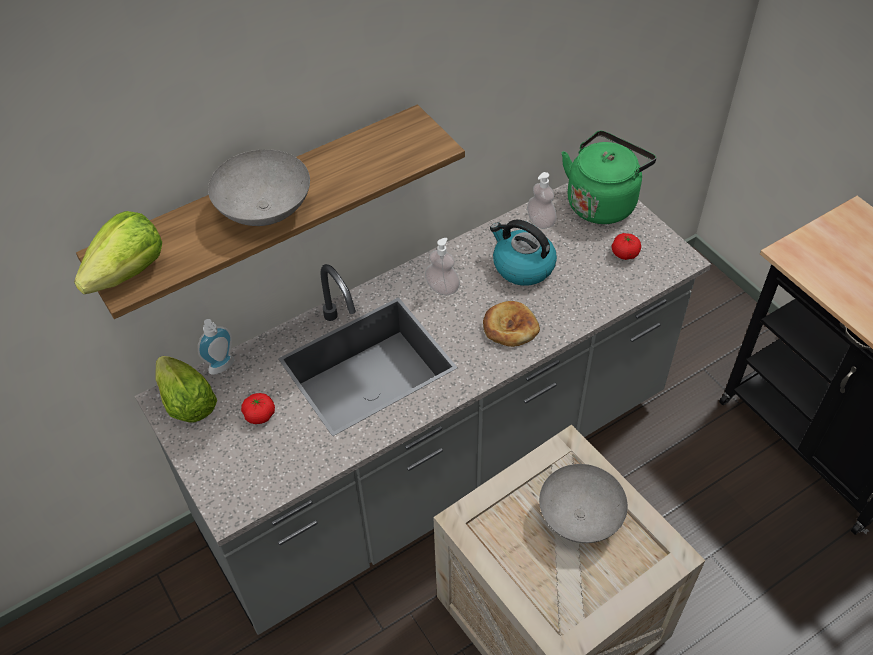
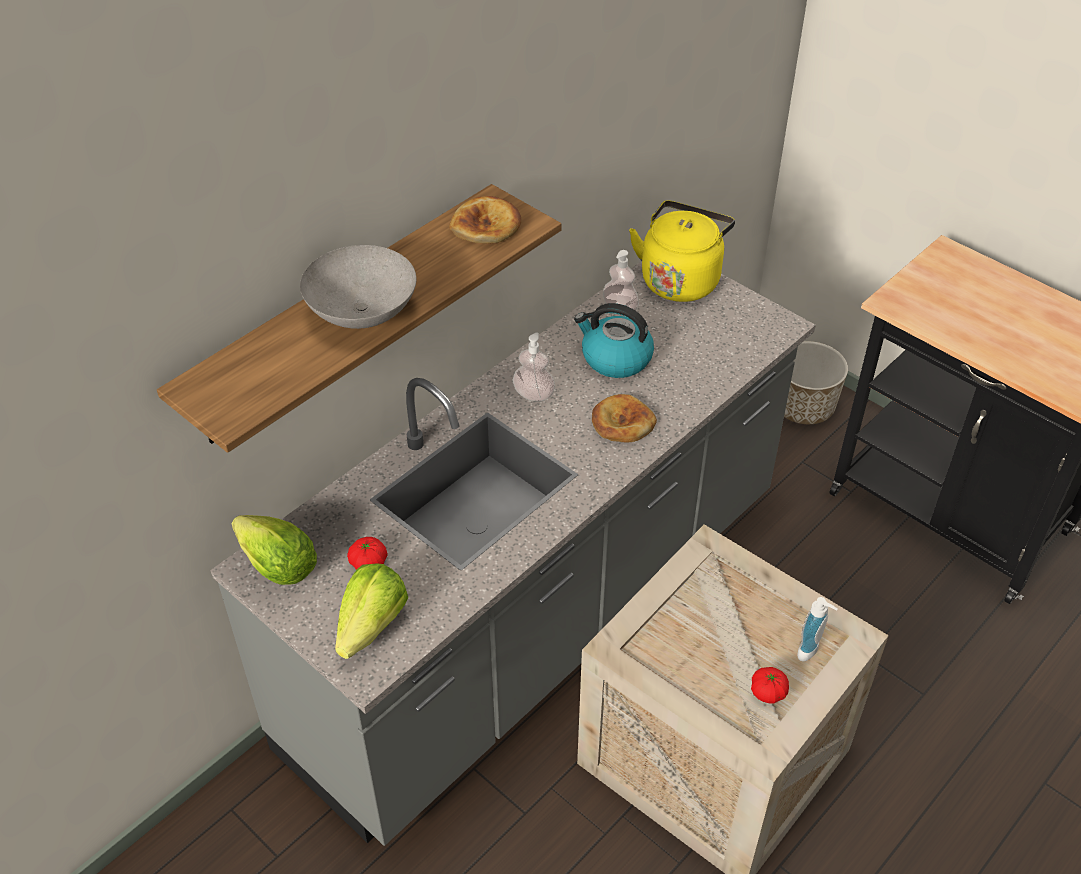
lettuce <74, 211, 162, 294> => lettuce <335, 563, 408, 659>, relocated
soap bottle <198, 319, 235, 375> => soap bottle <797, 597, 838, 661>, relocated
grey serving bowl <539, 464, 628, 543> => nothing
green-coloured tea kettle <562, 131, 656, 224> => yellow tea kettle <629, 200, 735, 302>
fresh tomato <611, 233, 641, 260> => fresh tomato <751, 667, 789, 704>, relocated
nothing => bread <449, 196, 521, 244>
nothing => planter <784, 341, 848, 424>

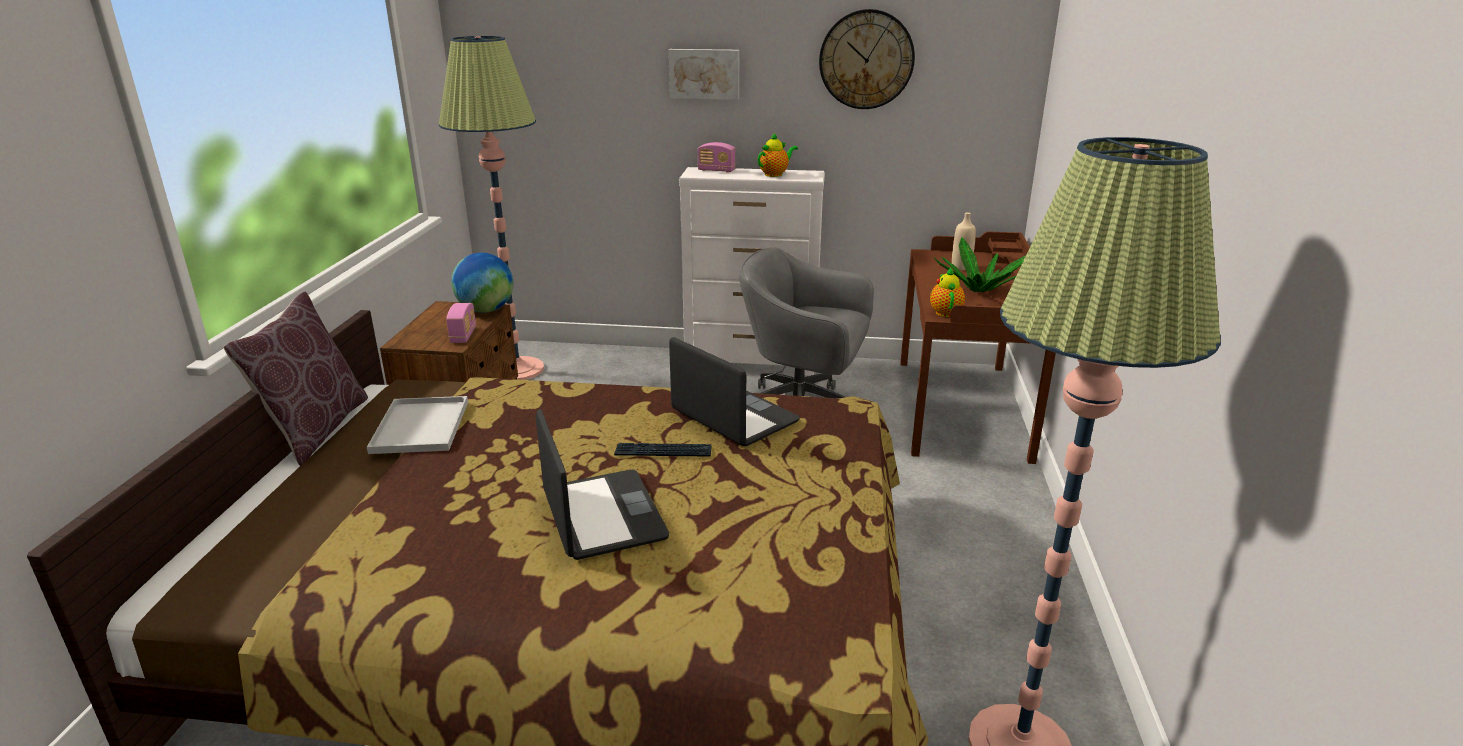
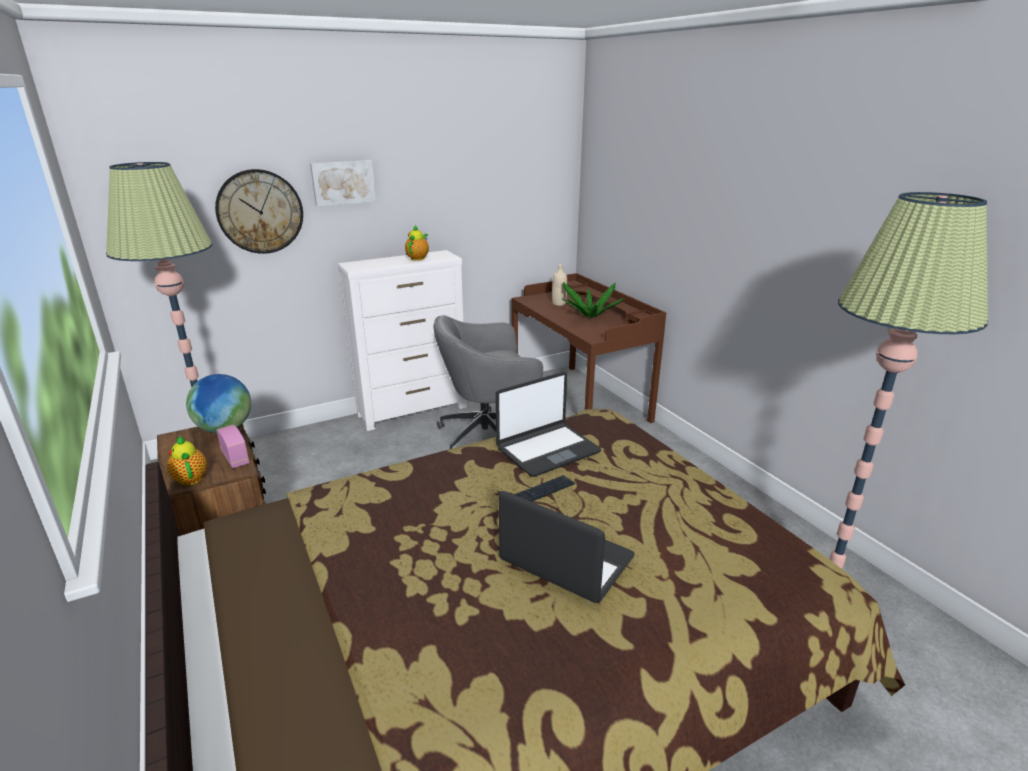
brown-coloured pillow <224, 292, 368, 466> => nothing
white-coloured carrying tray <367, 396, 468, 454> => nothing
portable computer <669, 337, 800, 446> => portable computer <496, 372, 601, 477>, 135 degrees clockwise
radio set <698, 142, 736, 173> => nothing
clock on the wall <819, 9, 915, 109> => clock on the wall <215, 169, 303, 254>, relocated
tea pot <930, 267, 965, 317> => tea pot <167, 435, 207, 486>, relocated

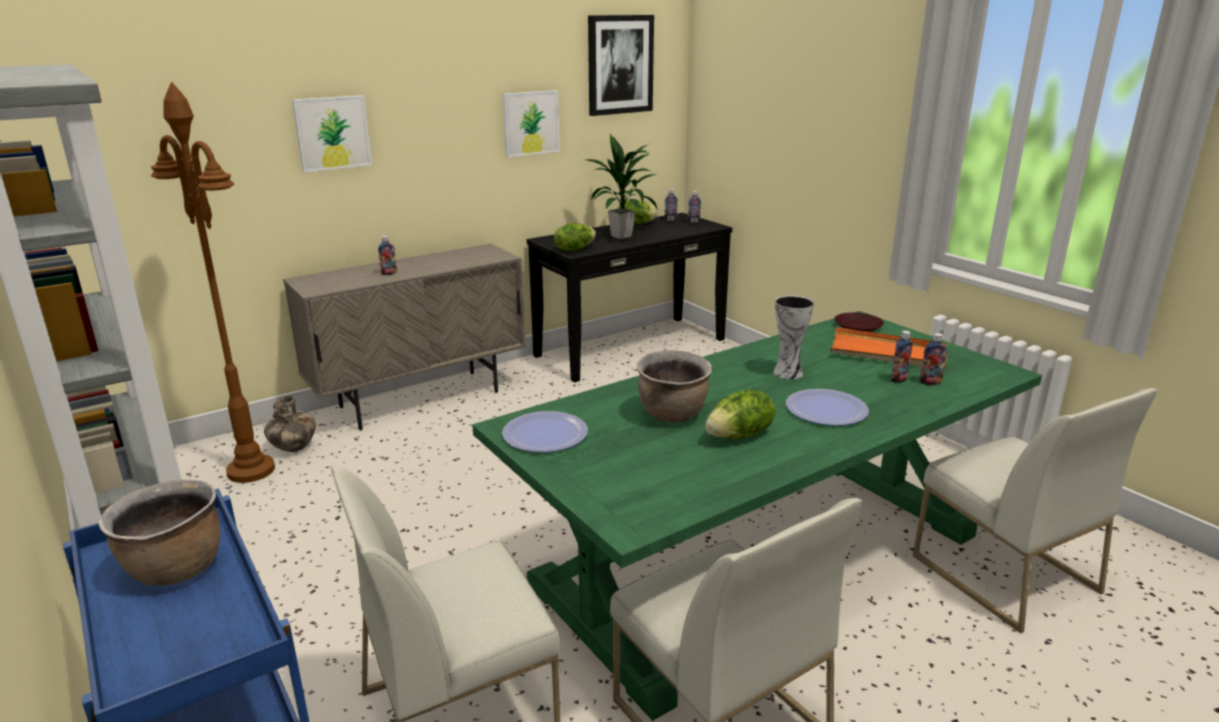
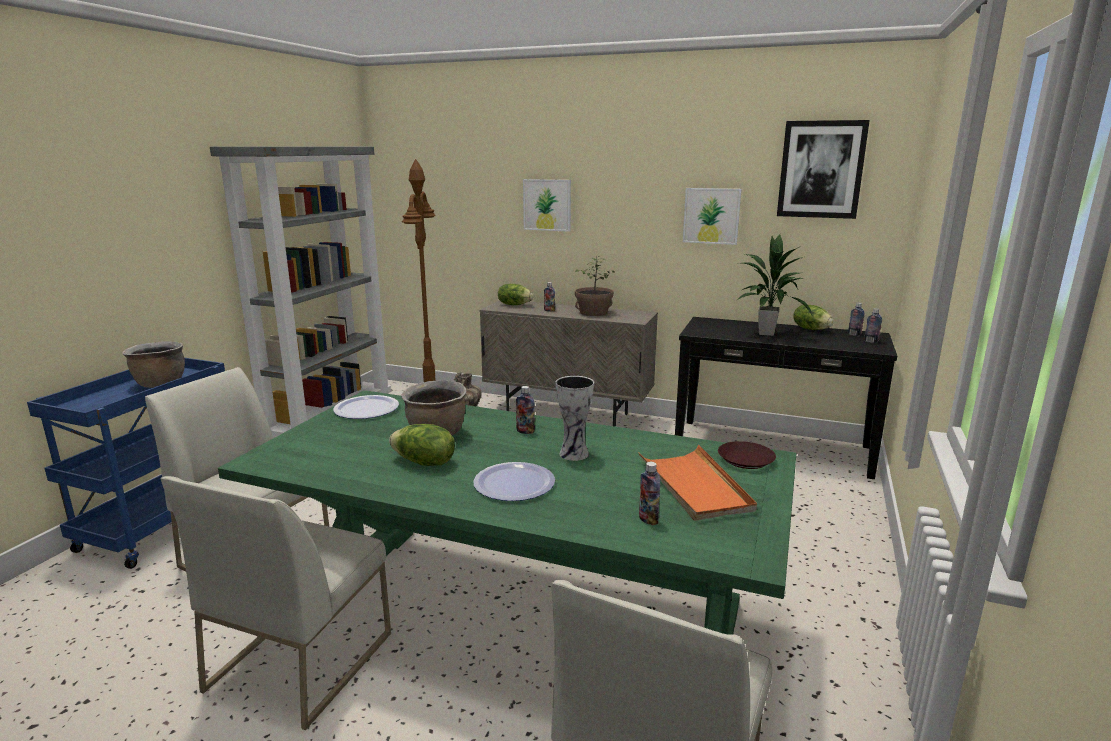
lettuce <554, 223, 596, 251> => lettuce <498, 284, 533, 305>, relocated
drink bottle <891, 331, 913, 383> => drink bottle <516, 386, 535, 434>, relocated
nothing => houseplant <575, 256, 614, 316>

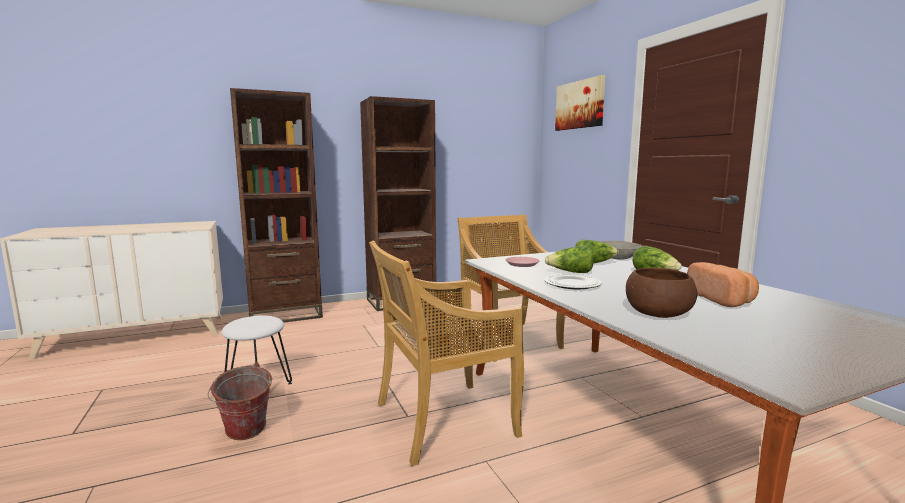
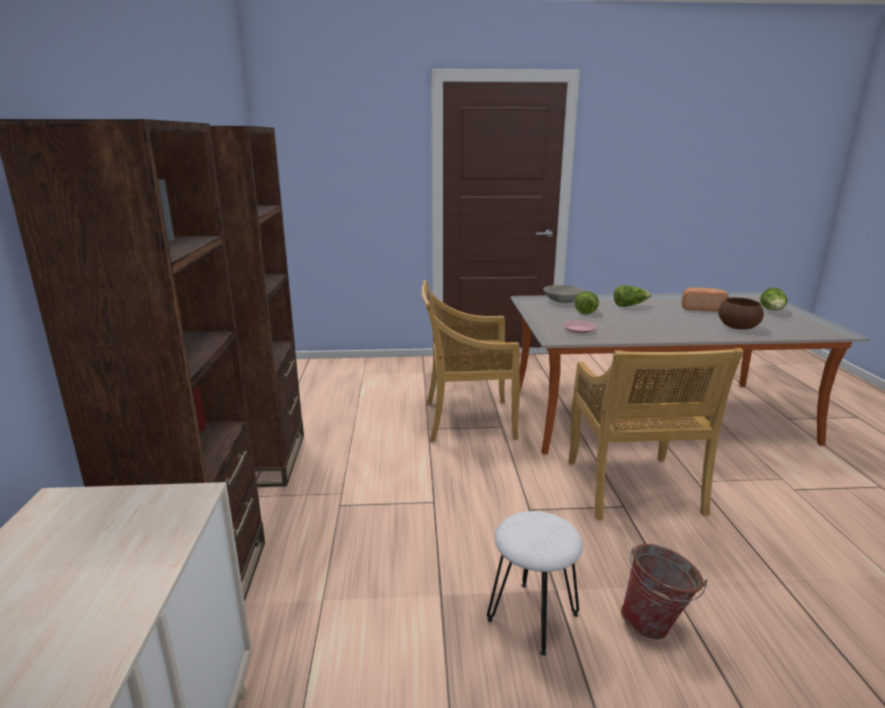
plate <544, 274, 602, 289> => nothing
lettuce <545, 246, 594, 273> => lettuce <760, 287, 787, 311>, relocated
picture <555, 75, 605, 131> => nothing

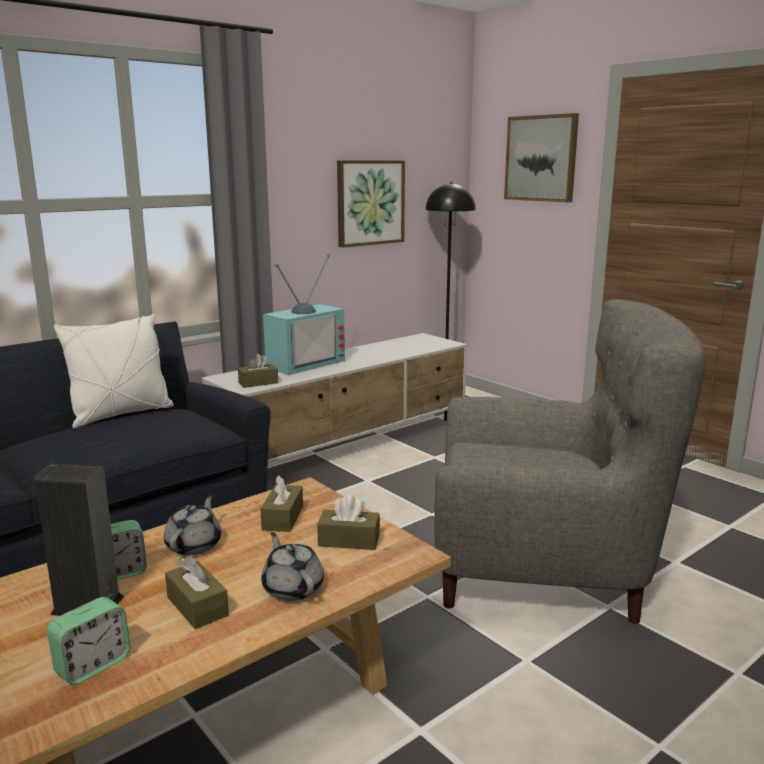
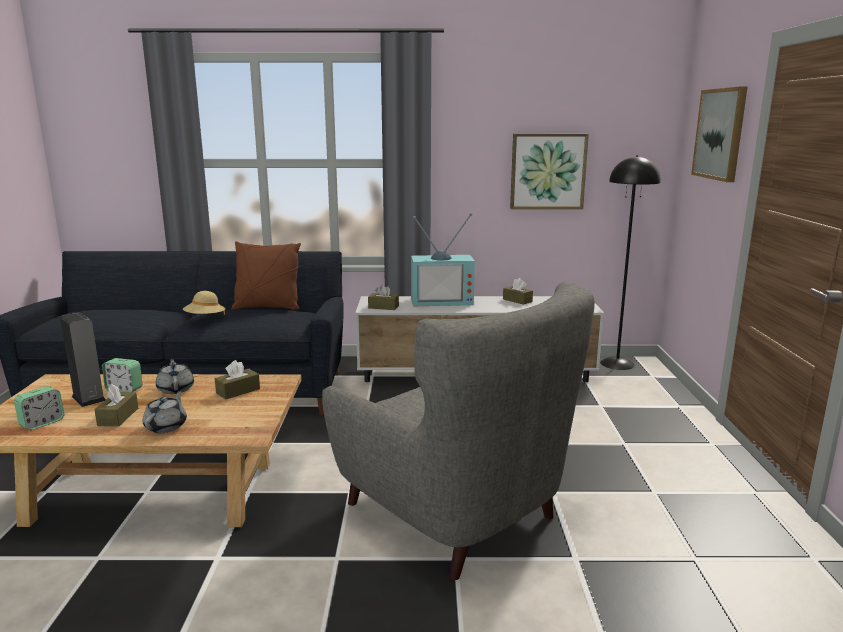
table clock <47, 597, 130, 685> => table clock <14, 386, 64, 430>, 45 degrees counterclockwise
white-coloured pillow <54, 314, 174, 428> => brown-coloured pillow <231, 241, 301, 310>
grey tea pot <164, 494, 221, 555> => grey tea pot <156, 359, 194, 394>, 75 degrees counterclockwise
brown-coloured box of tissues <317, 495, 380, 550> => brown-coloured box of tissues <503, 278, 533, 305>, relocated
nothing => beige wearable hat <183, 291, 225, 315>

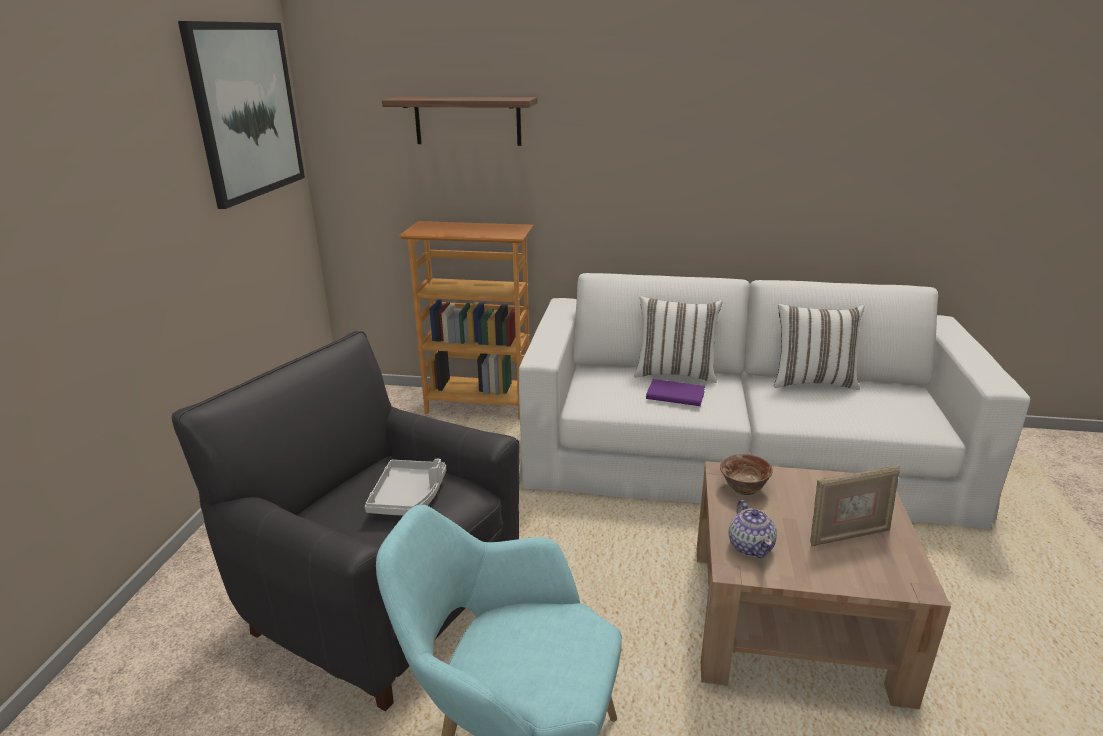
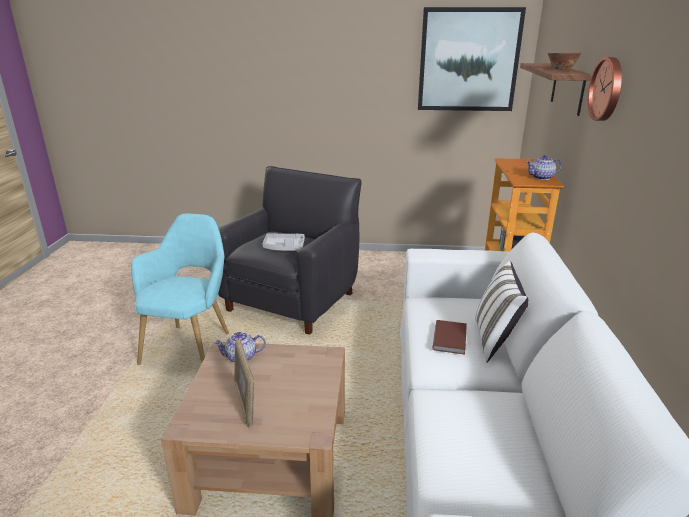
purplish bound book <646, 379, 705, 406> => brown-coloured bound book <432, 320, 467, 355>
serving bowl <720, 454, 773, 495> => serving bowl <548, 52, 581, 69>, relocated
white-coloured pillow <774, 304, 864, 390> => nothing
nothing => tea pot <526, 155, 562, 180>
nothing => clock on the wall <588, 57, 622, 121>

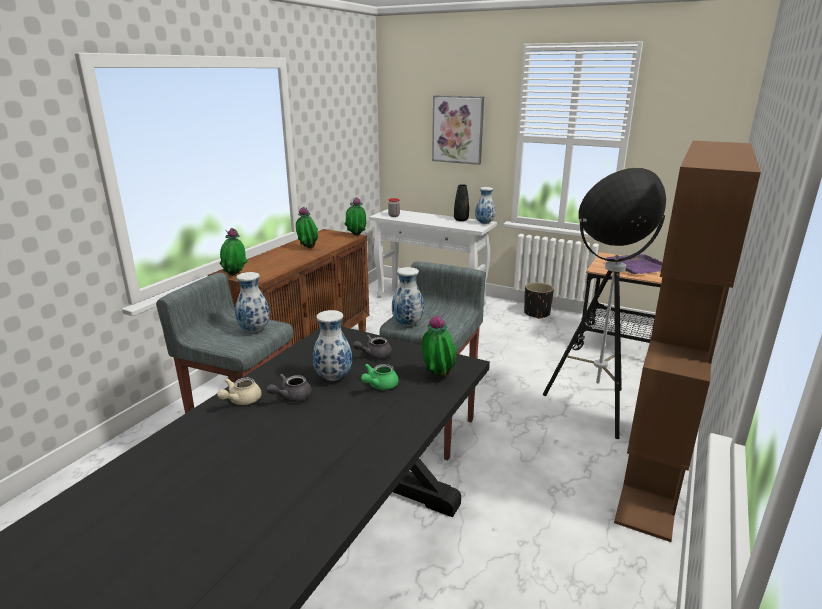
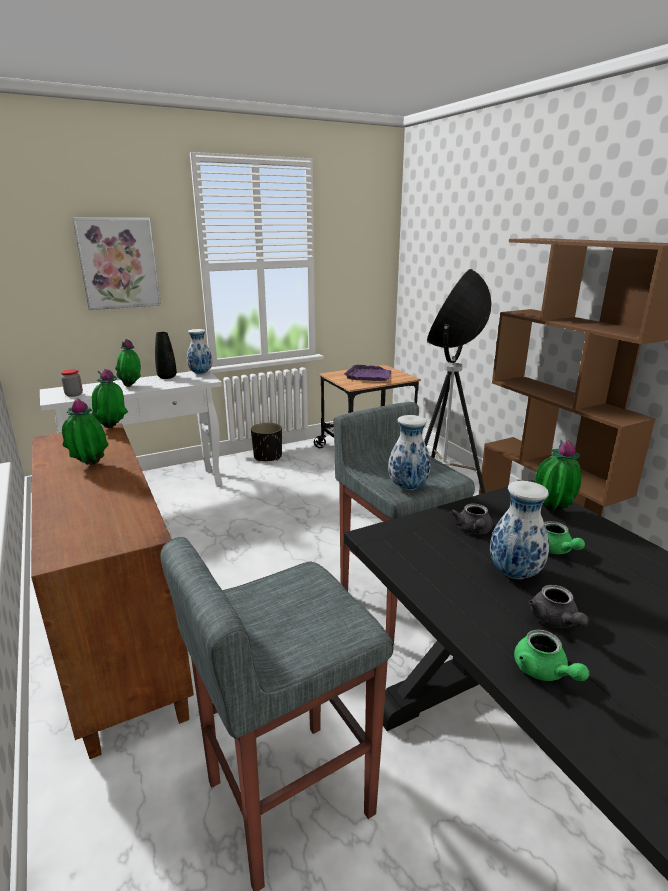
beige tea pot <217, 378, 262, 405> => green-coloured tea pot <514, 630, 590, 681>
houseplant <220, 228, 248, 276> => houseplant <115, 339, 141, 387>, relocated
flower vase <235, 272, 270, 332> => nothing

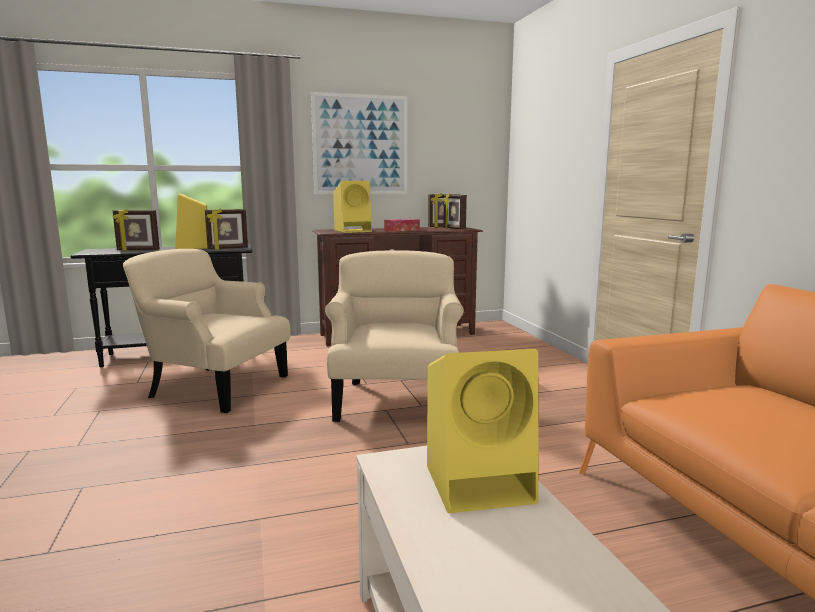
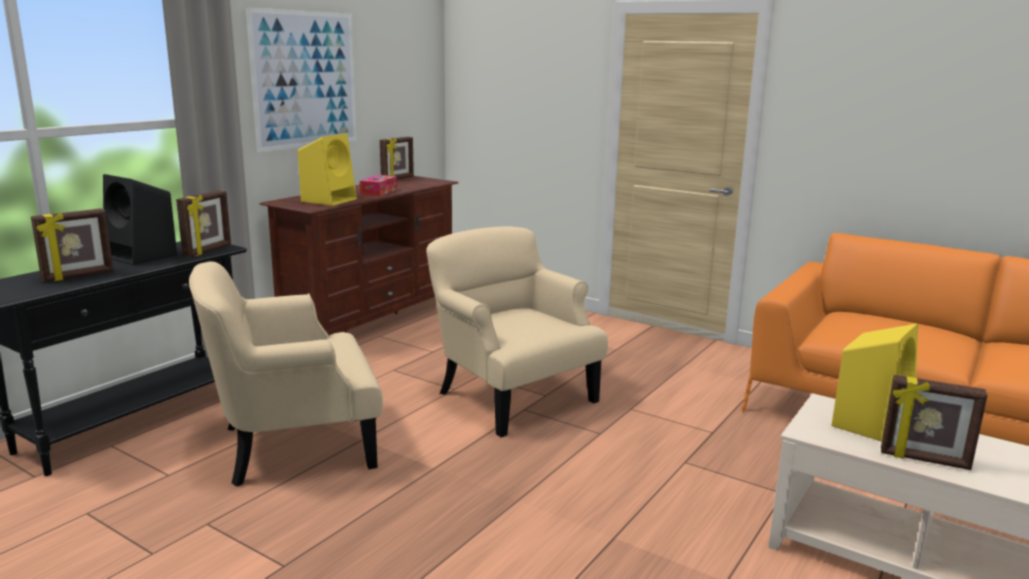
yellow audio speaker <175, 193, 208, 249> => blackish audio speaker <103, 174, 177, 265>
picture frame <443, 194, 467, 229> => picture frame <881, 375, 988, 470>, relocated

